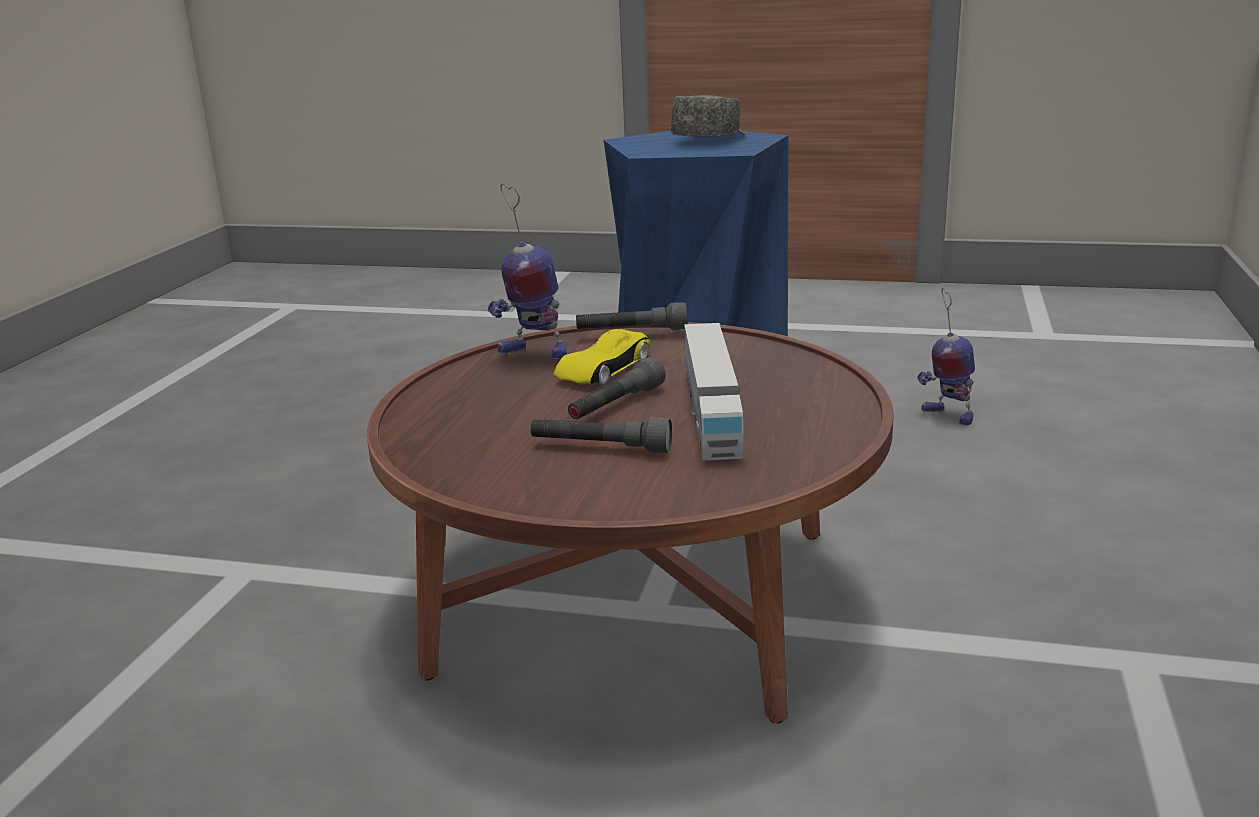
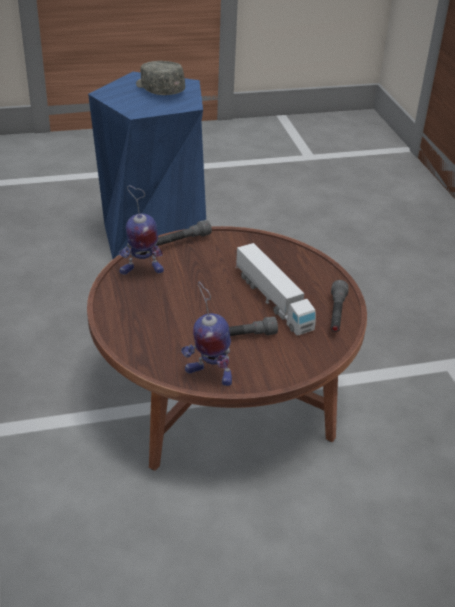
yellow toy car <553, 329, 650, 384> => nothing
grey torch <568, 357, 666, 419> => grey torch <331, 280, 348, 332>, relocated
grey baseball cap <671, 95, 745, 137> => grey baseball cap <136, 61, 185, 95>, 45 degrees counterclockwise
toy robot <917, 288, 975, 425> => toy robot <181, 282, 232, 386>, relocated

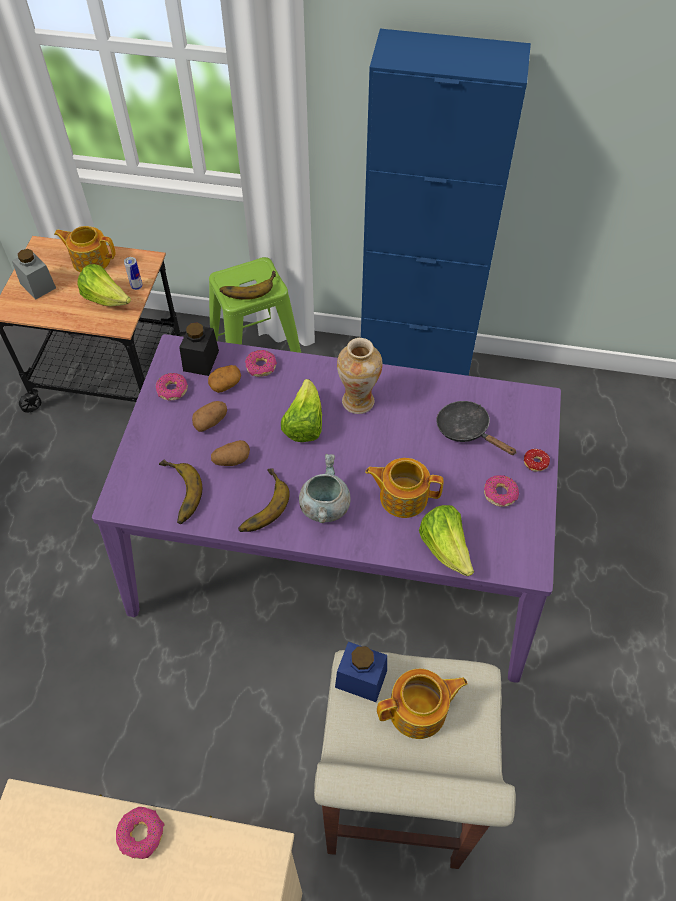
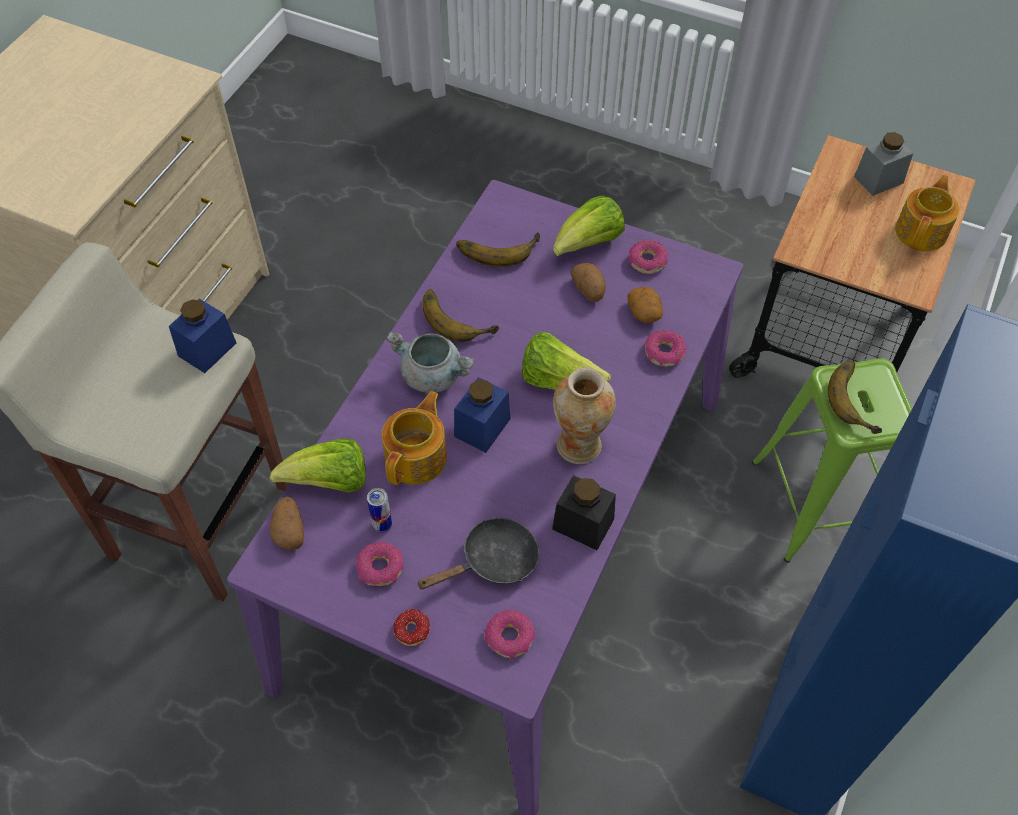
lettuce <77, 264, 131, 307> => lettuce <553, 196, 625, 256>, relocated
doughnut <116, 807, 165, 859> => doughnut <484, 610, 536, 659>, relocated
metal can <124, 257, 143, 290> => metal can <367, 488, 392, 533>, relocated
blackish jar <179, 322, 219, 376> => blackish jar <552, 475, 616, 550>, relocated
whole potato <211, 440, 250, 466> => whole potato <270, 497, 304, 550>, relocated
tea pot <377, 669, 468, 739> => nothing
nothing => blue-coloured jar <454, 377, 511, 453>

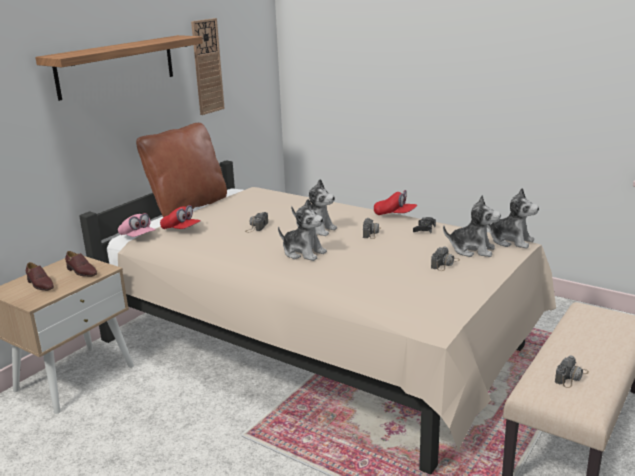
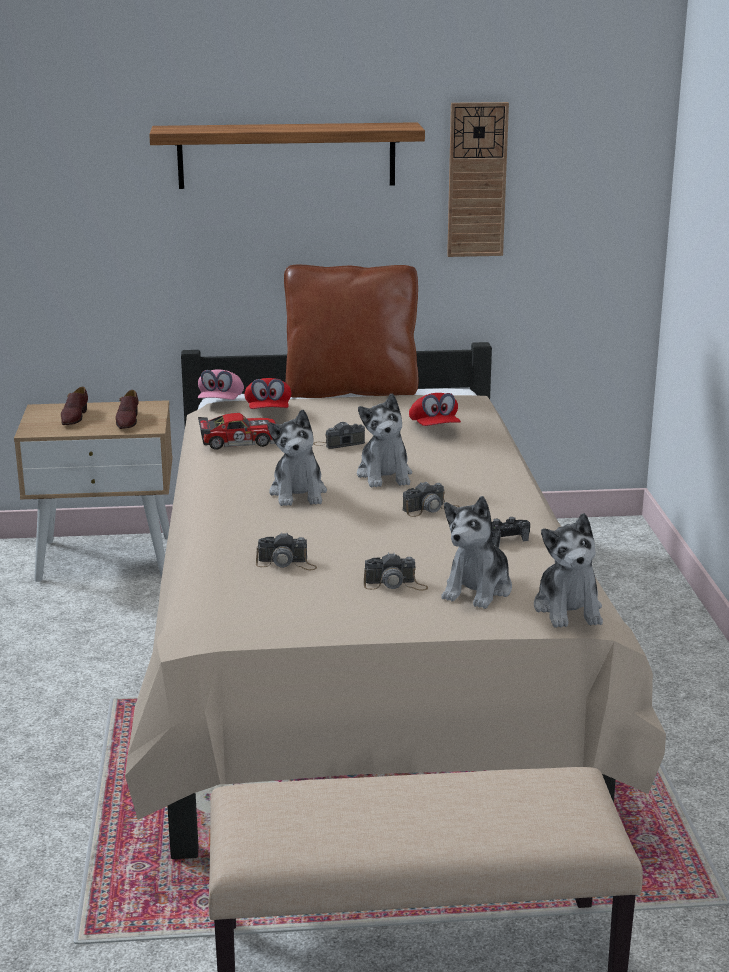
red baseball cap <374, 190, 417, 215> => red baseball cap <409, 393, 461, 426>, relocated
cuddly toy <443, 195, 501, 257> => cuddly toy <441, 496, 512, 609>, 45 degrees clockwise
photo camera <555, 356, 589, 388> => photo camera <256, 532, 317, 570>, relocated
nothing => toy car <198, 413, 276, 450>

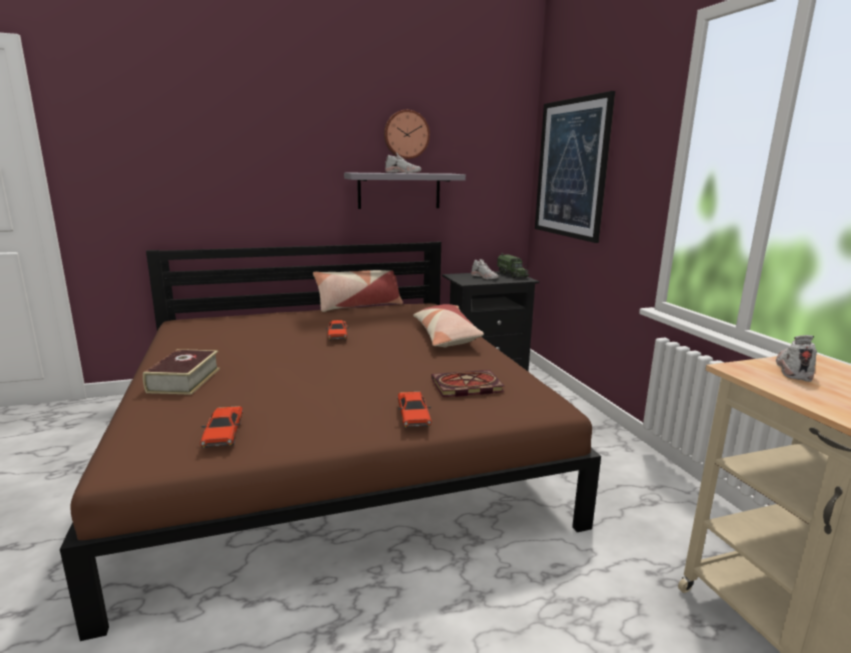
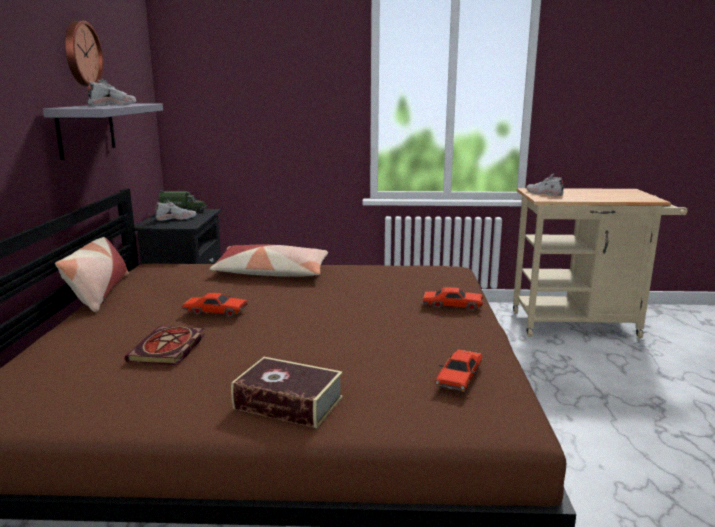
red toy car <200, 406, 243, 448> => red toy car <434, 350, 483, 393>, 105 degrees clockwise
bound book <431, 370, 504, 397> => bound book <124, 326, 205, 365>, relocated
picture <535, 91, 615, 243> => nothing

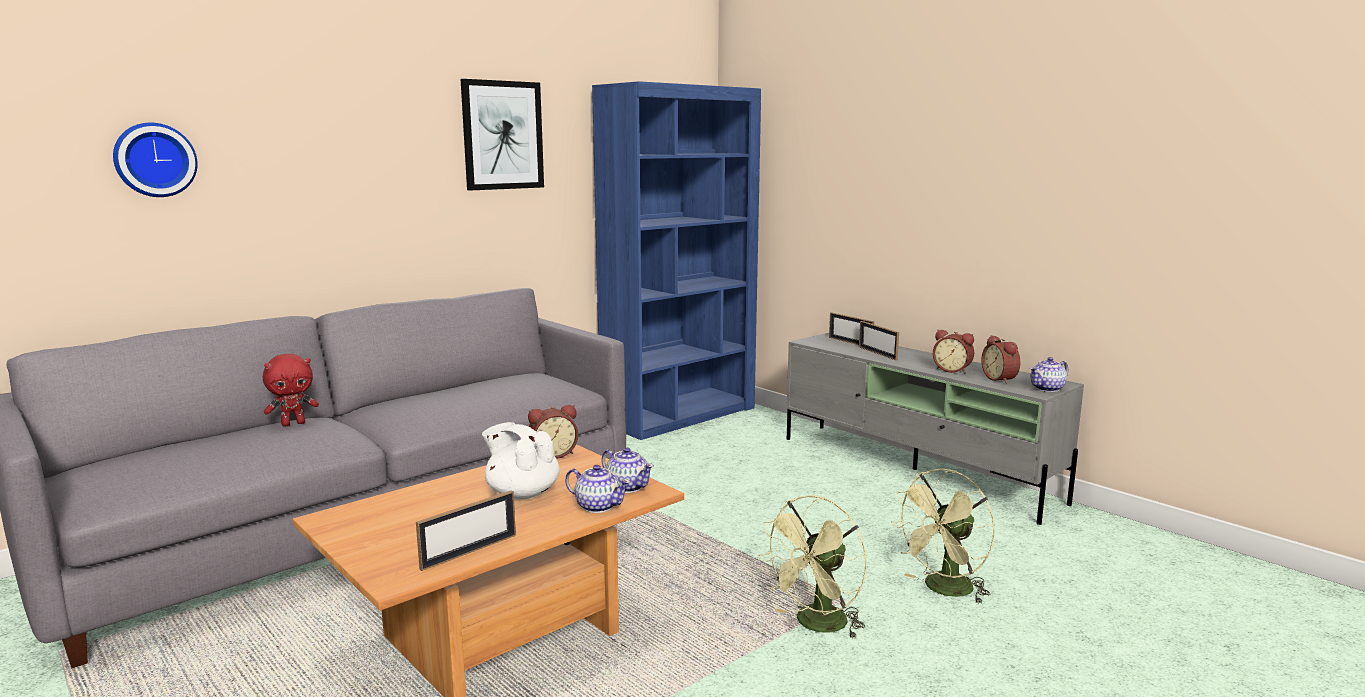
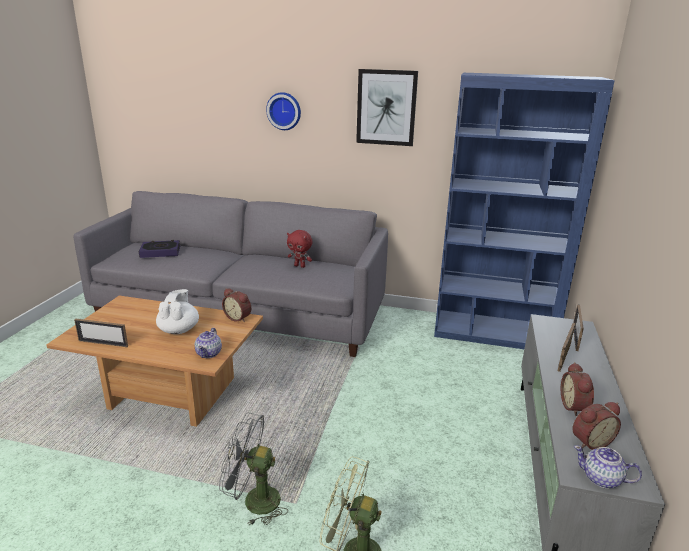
clock on the wall <113, 123, 198, 197> => clock on the wall <266, 92, 301, 130>, relocated
red cuddly toy <263, 354, 319, 426> => red cuddly toy <287, 230, 312, 268>, relocated
tea pot <565, 465, 630, 513> => nothing
green-coloured electric fan <759, 495, 867, 639> => grey electric fan <219, 413, 288, 525>
table clock <981, 335, 1020, 384> => table clock <572, 402, 621, 450>, 150 degrees counterclockwise
nothing => bound book <139, 240, 180, 258>

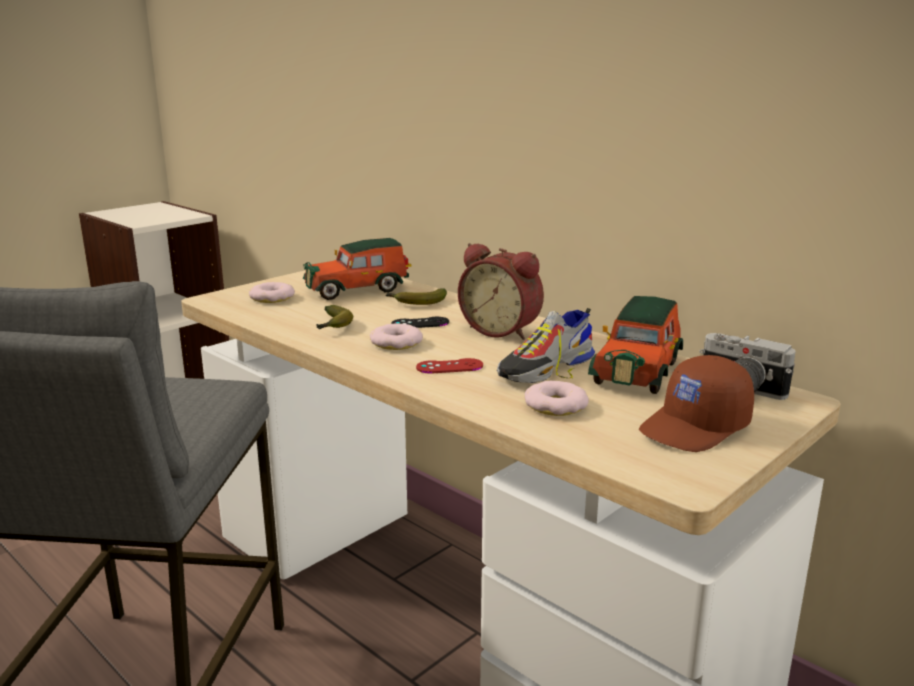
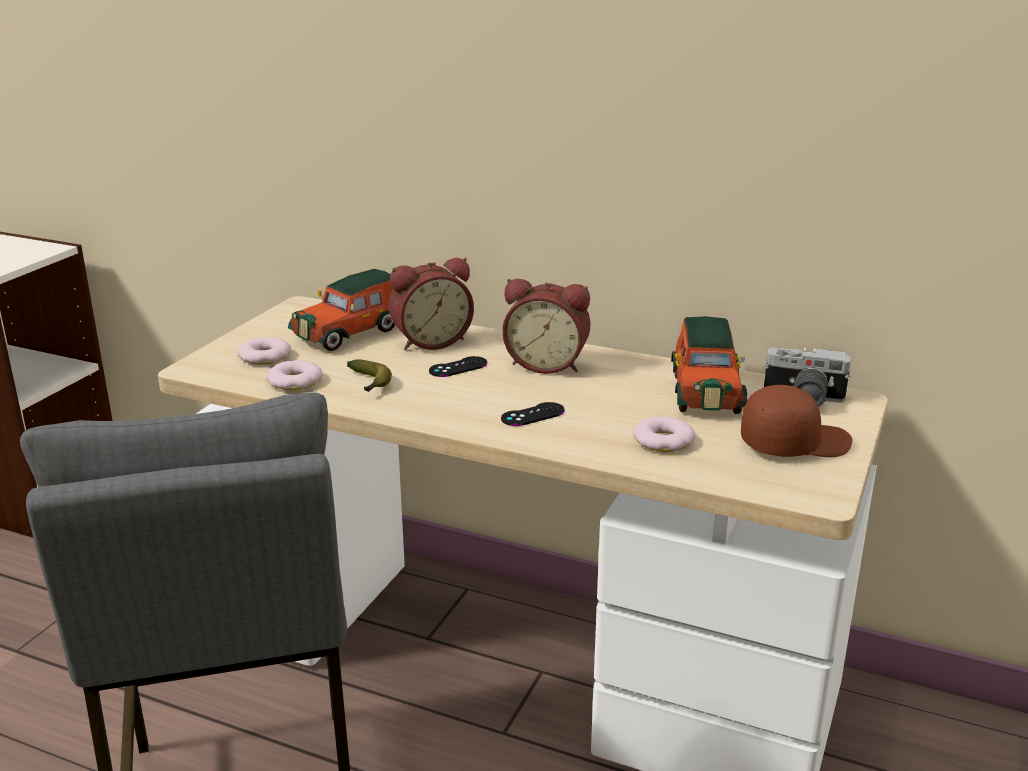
doughnut <370, 324, 423, 350> => doughnut <266, 360, 323, 390>, relocated
banana <386, 288, 447, 305> => table clock <389, 258, 474, 350>
red joypad <416, 358, 483, 374> => blackish joypad <501, 402, 565, 426>
shoe <497, 308, 595, 383> => nothing
brown-coloured baseball cap <639, 355, 754, 452> => brown-coloured baseball cap <741, 385, 852, 457>, 135 degrees counterclockwise

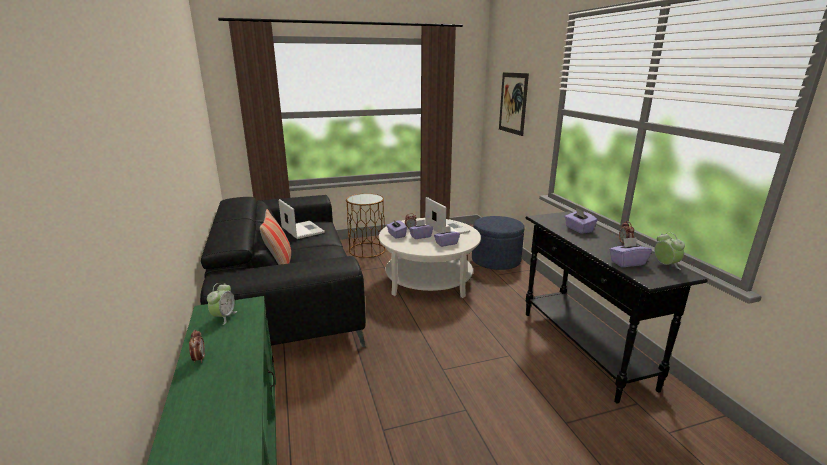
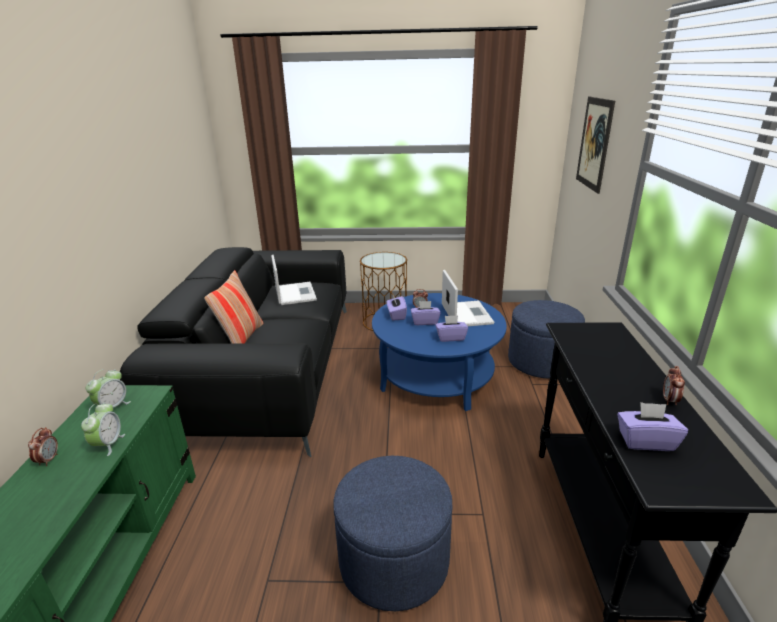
white-coloured low table <379, 218, 481, 298> => blue-coloured low table <372, 293, 507, 411>
purplish box of tissues <565, 208, 597, 234> => nothing
table clock <654, 232, 685, 270> => table clock <81, 402, 125, 456>, relocated
nothing => blue-coloured ottoman <334, 456, 452, 611>

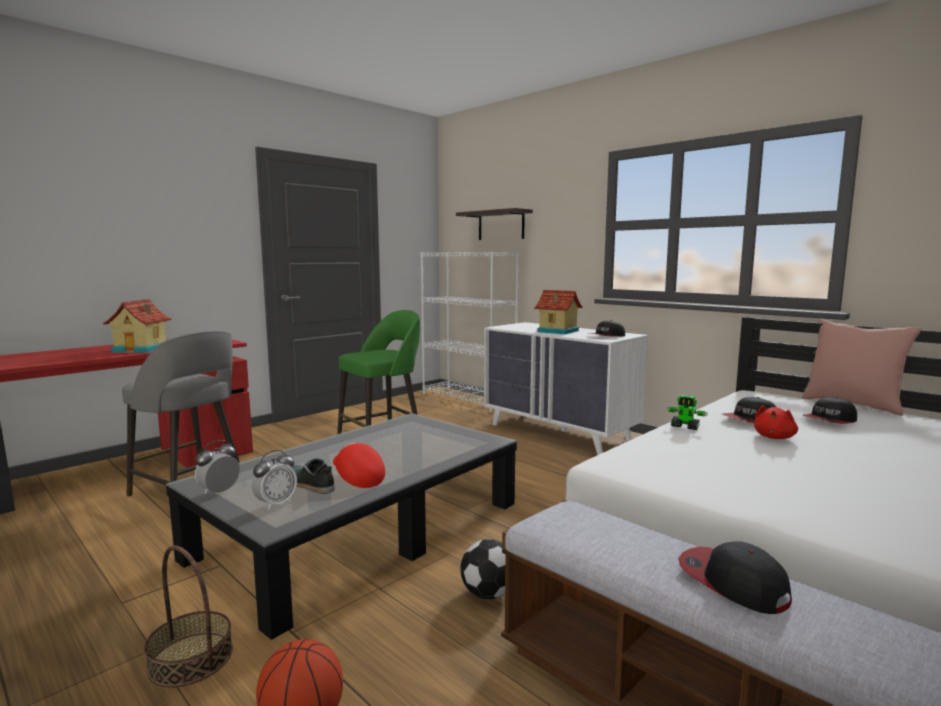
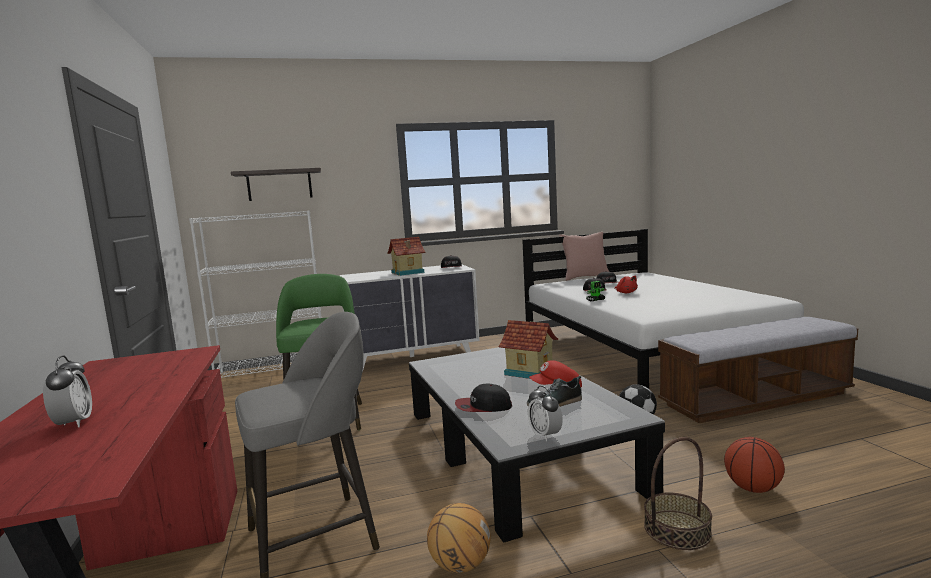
model house <103, 299, 171, 353> => model house <499, 320, 558, 379>, relocated
table clock <252, 450, 297, 510> => table clock <43, 355, 92, 428>, relocated
baseball cap <678, 541, 792, 614> => baseball cap <455, 384, 512, 412>, relocated
nothing => basketball ball <427, 503, 491, 573>

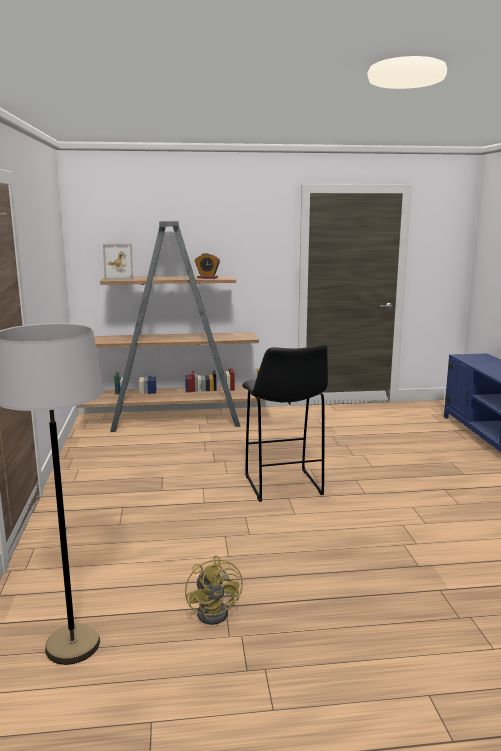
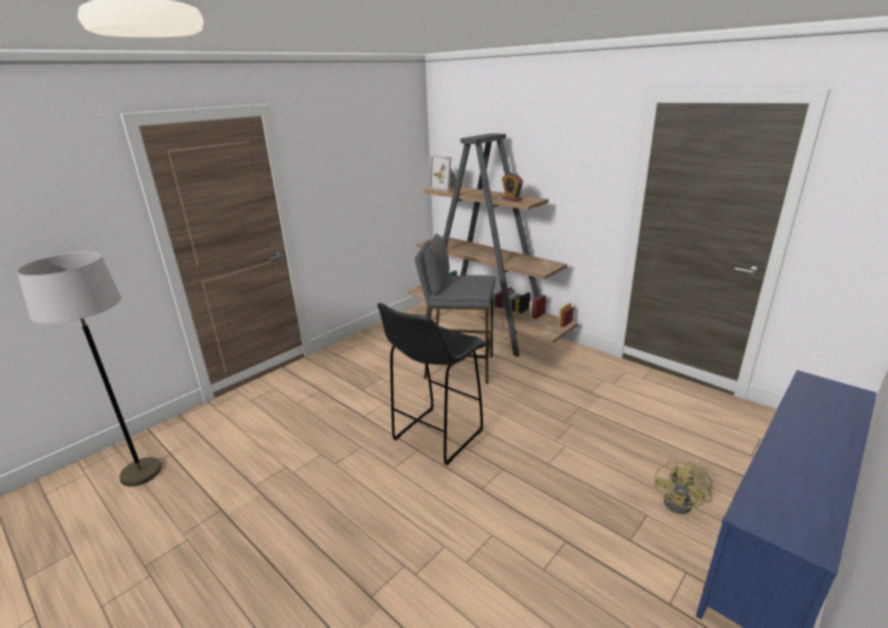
yellow electric fan <185, 555, 243, 625> => yellow electric fan <654, 460, 712, 514>, relocated
nothing => grey stool seat <415, 234, 495, 384>

